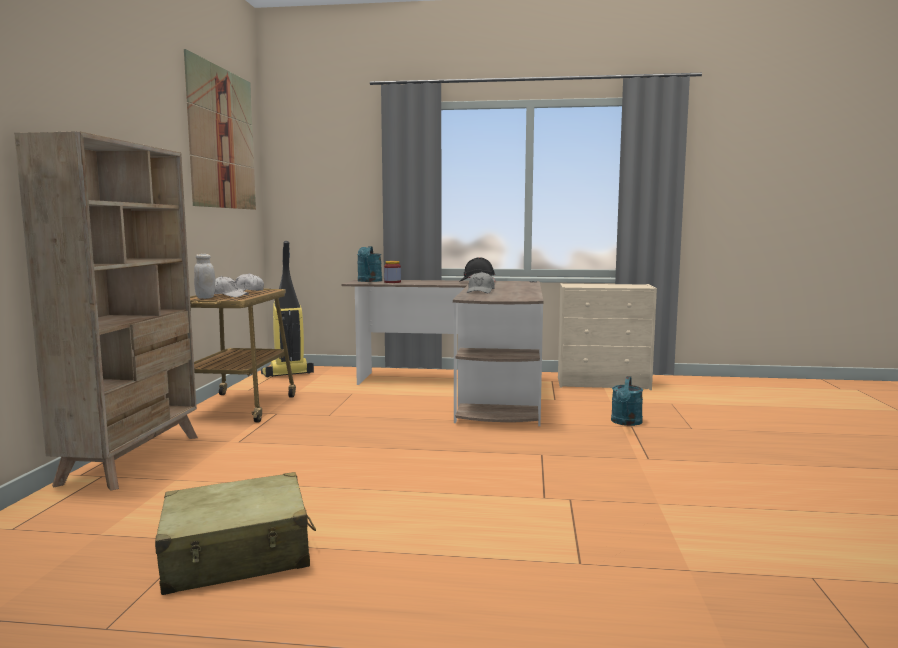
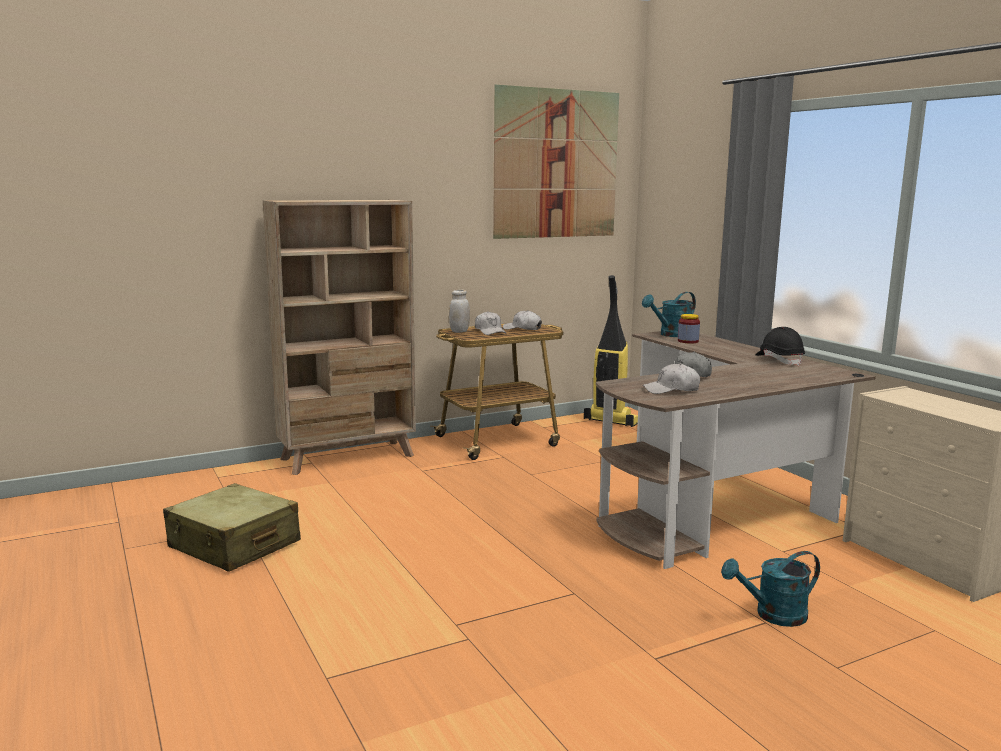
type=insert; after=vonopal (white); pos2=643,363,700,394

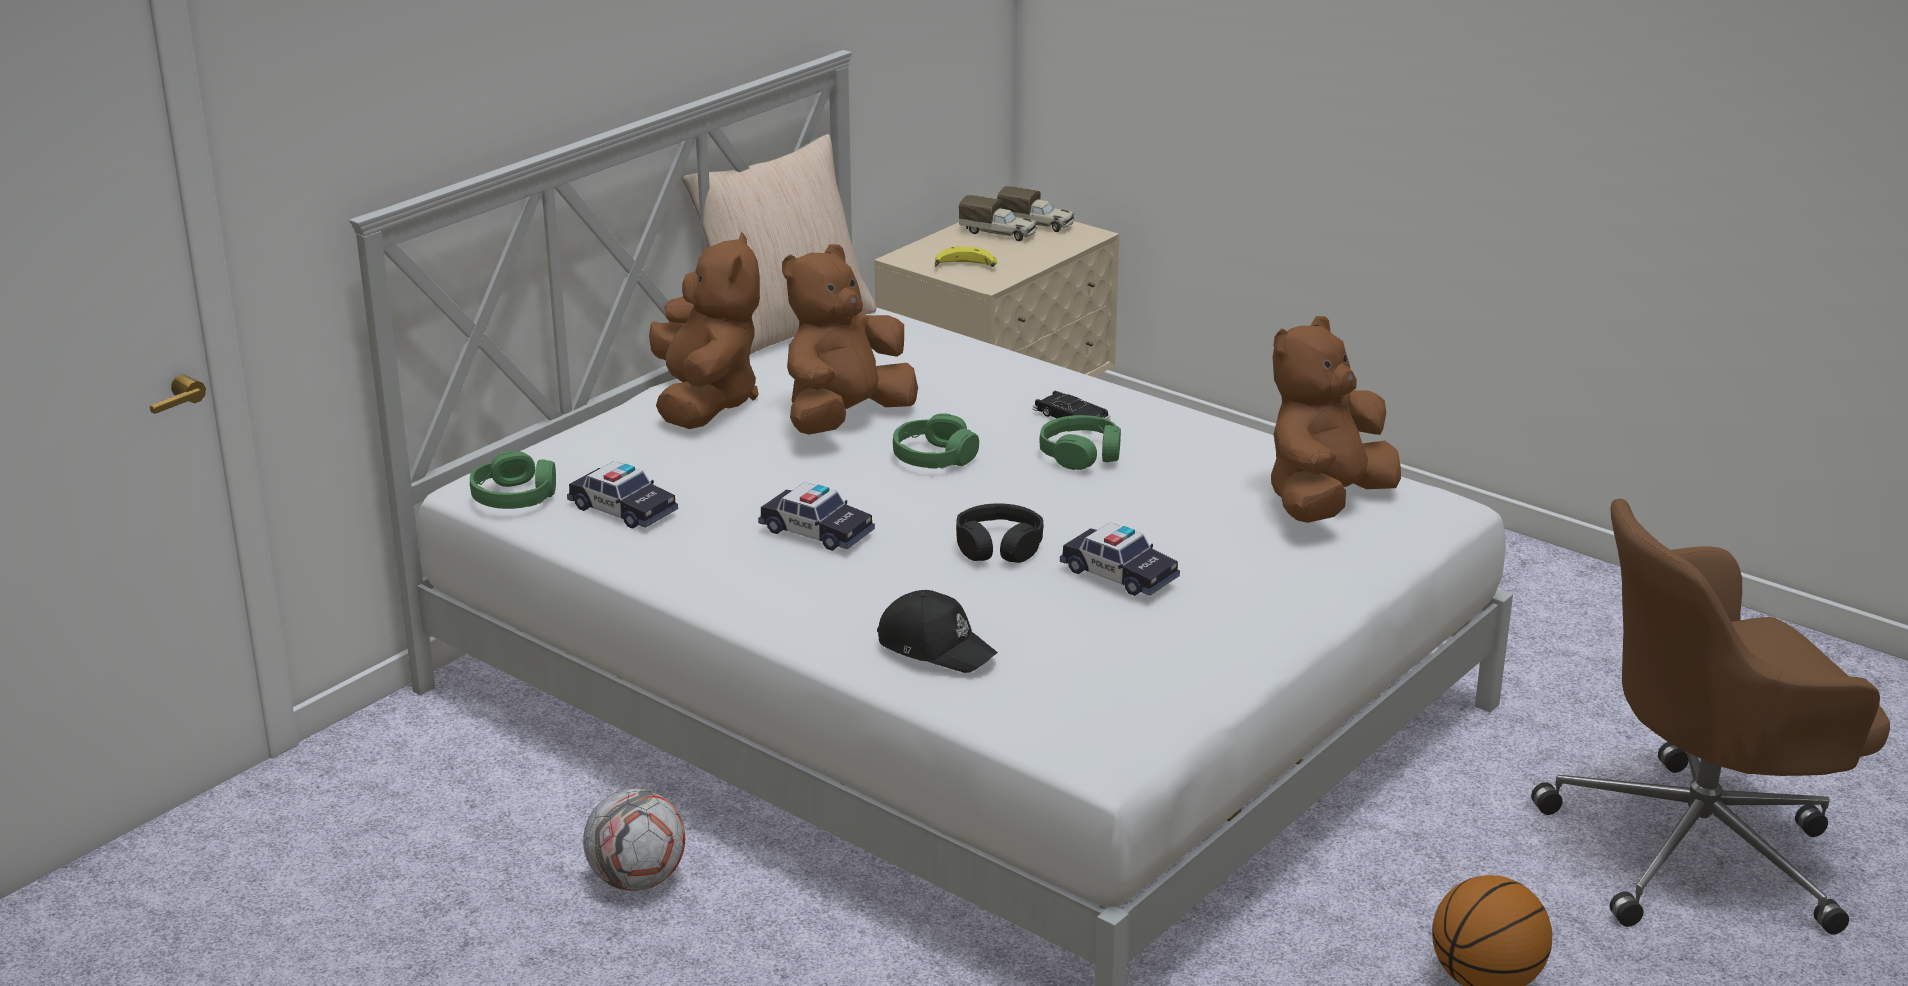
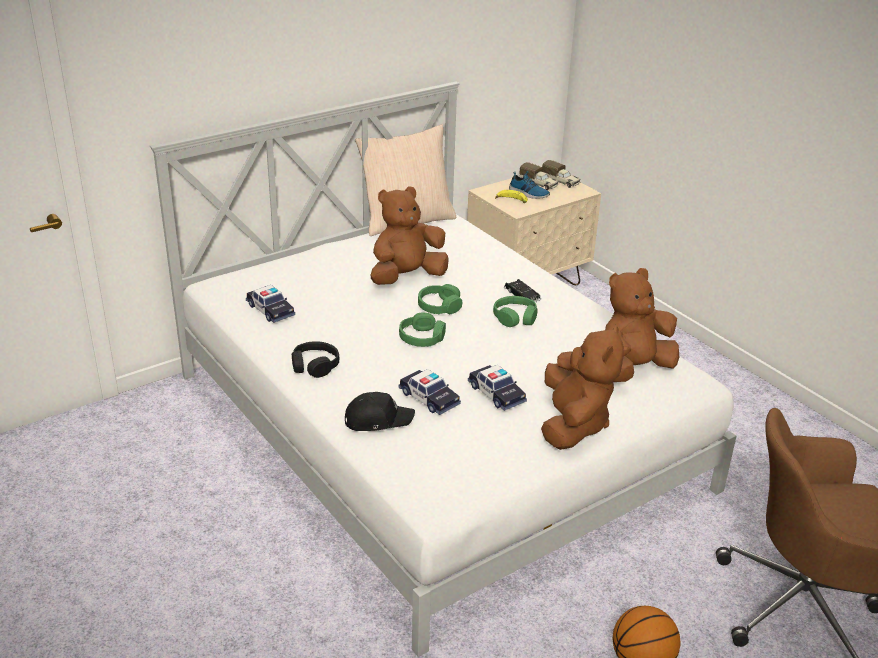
type=move; before=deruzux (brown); pos1=649,231,760,429; pos2=541,325,624,450
type=move; before=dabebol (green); pos1=470,451,556,509; pos2=399,312,446,347
type=move; before=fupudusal; pos1=758,482,875,551; pos2=398,369,461,415
type=move; before=dabebol (black); pos1=956,503,1044,563; pos2=292,341,339,378
type=rotate; before=vonopal (black); pos1=877,590,998,673; pos2=345,392,415,431; turn=-60
type=delete; before=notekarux; pos1=583,789,685,891
type=insert; after=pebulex; pos2=509,171,550,199

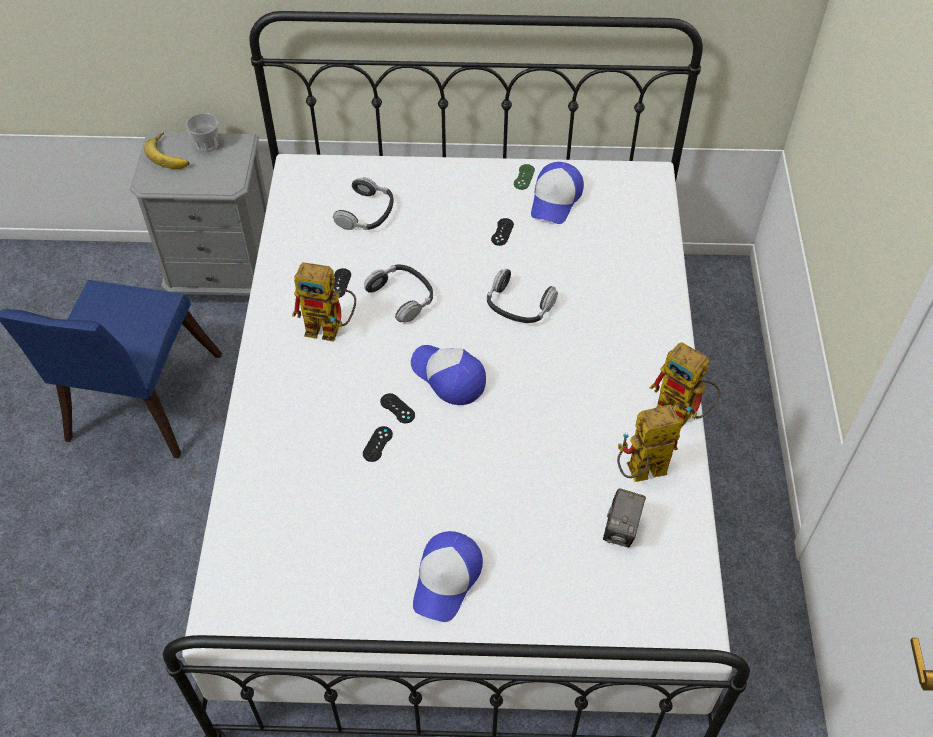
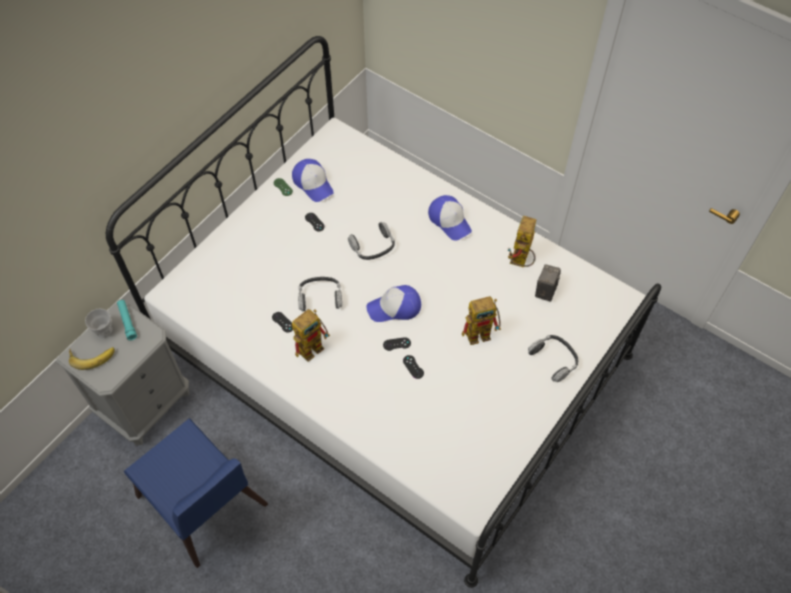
type=move; before=dabebol; pos1=333,177,394,230; pos2=528,335,578,382
type=move; before=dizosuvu; pos1=650,342,721,428; pos2=462,296,501,345
type=rotate; before=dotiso; pos1=603,488,646,547; pos2=535,264,561,302; turn=-120
type=move; before=vonopal; pos1=413,531,483,622; pos2=428,195,472,240
type=insert; after=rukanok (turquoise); pos2=117,300,137,340

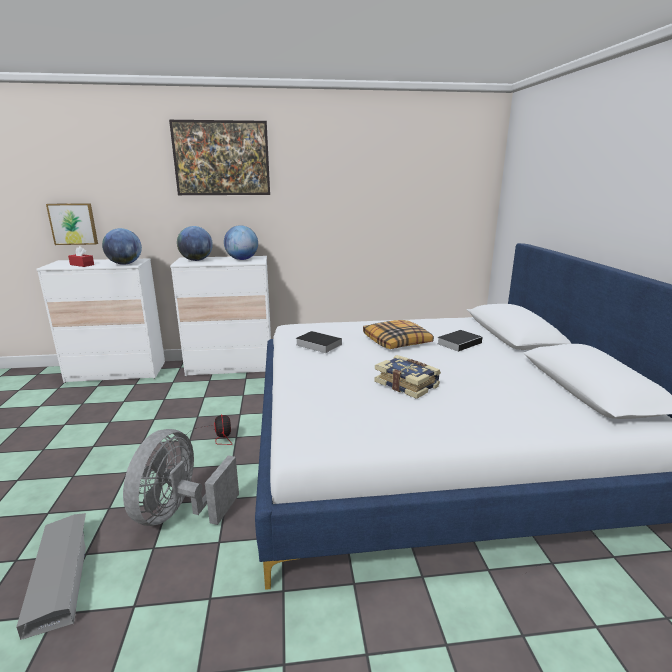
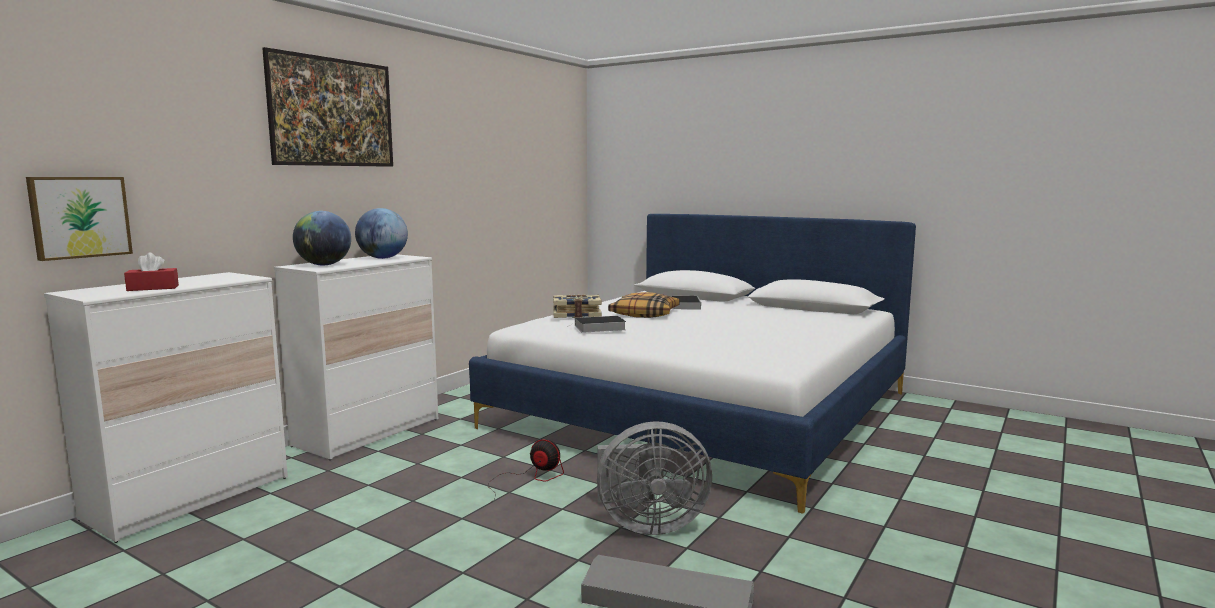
type=delete; before=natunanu; pos1=102,228,142,265
type=move; before=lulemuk; pos1=374,355,441,399; pos2=553,294,602,318
type=rotate; before=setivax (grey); pos1=123,429,239,526; pos2=597,421,712,535; turn=-60

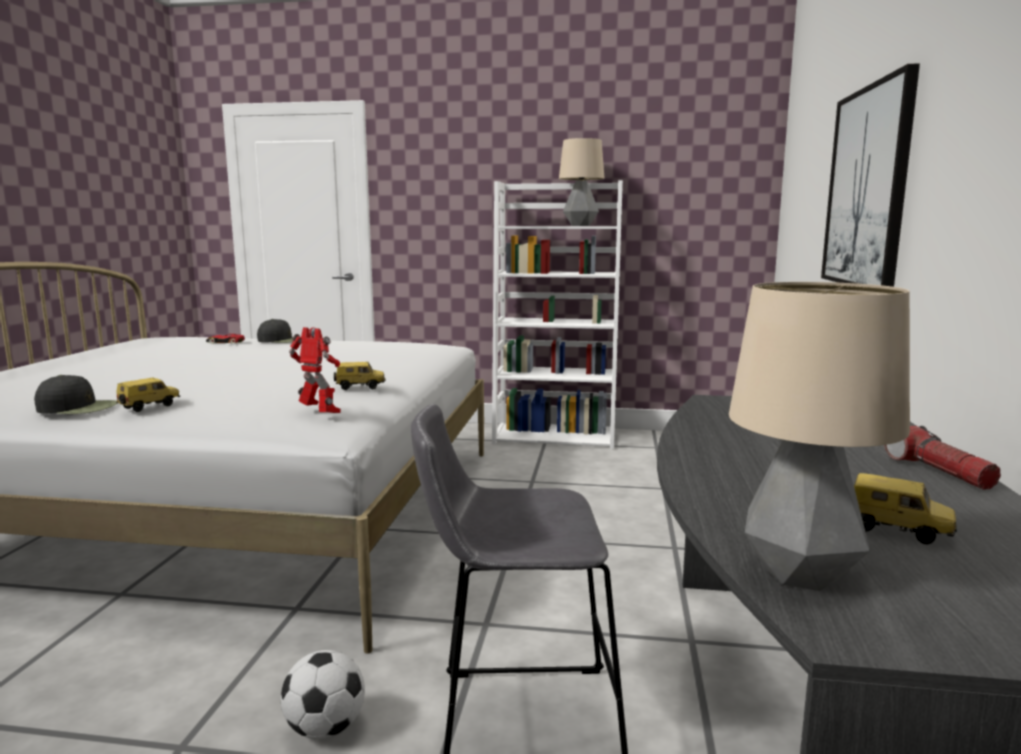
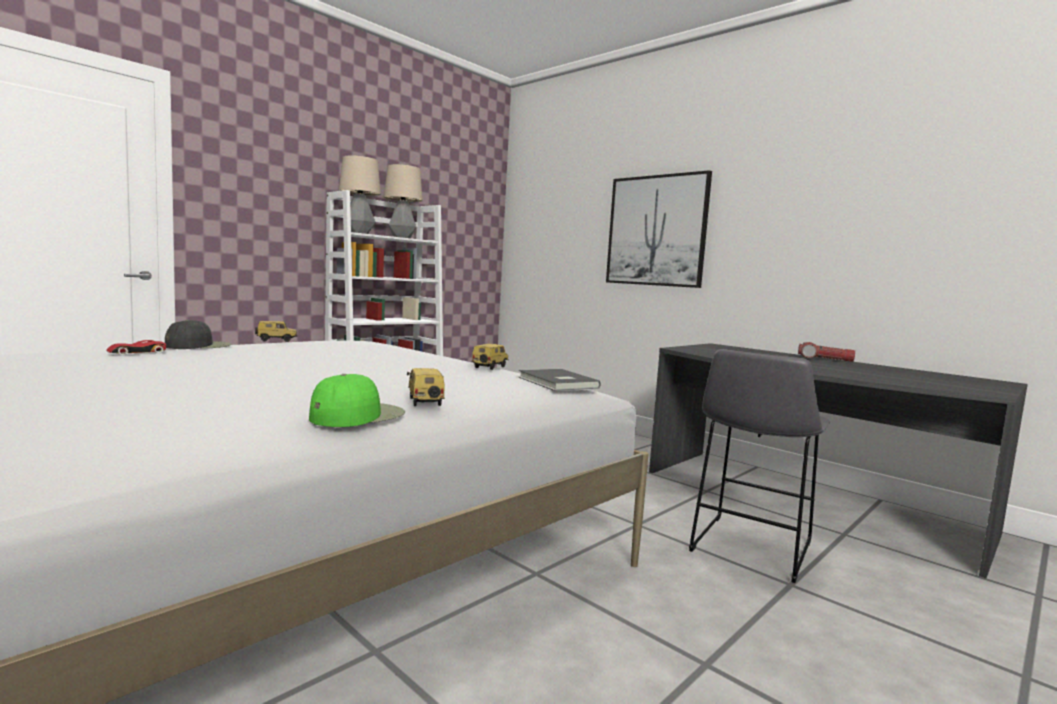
type=move; before=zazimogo; pos1=729,282,910,591; pos2=339,156,381,234
type=replace; before=dizosuvu; after=lulemuk (grey); pos1=289,327,341,413; pos2=518,369,601,391
type=recolor; before=vonopal (black); after=vonopal (green); pos1=34,375,118,414; pos2=309,374,405,427
type=move; before=fupudusal; pos1=854,473,957,544; pos2=255,321,298,342
type=delete; before=notekarux; pos1=281,650,365,739

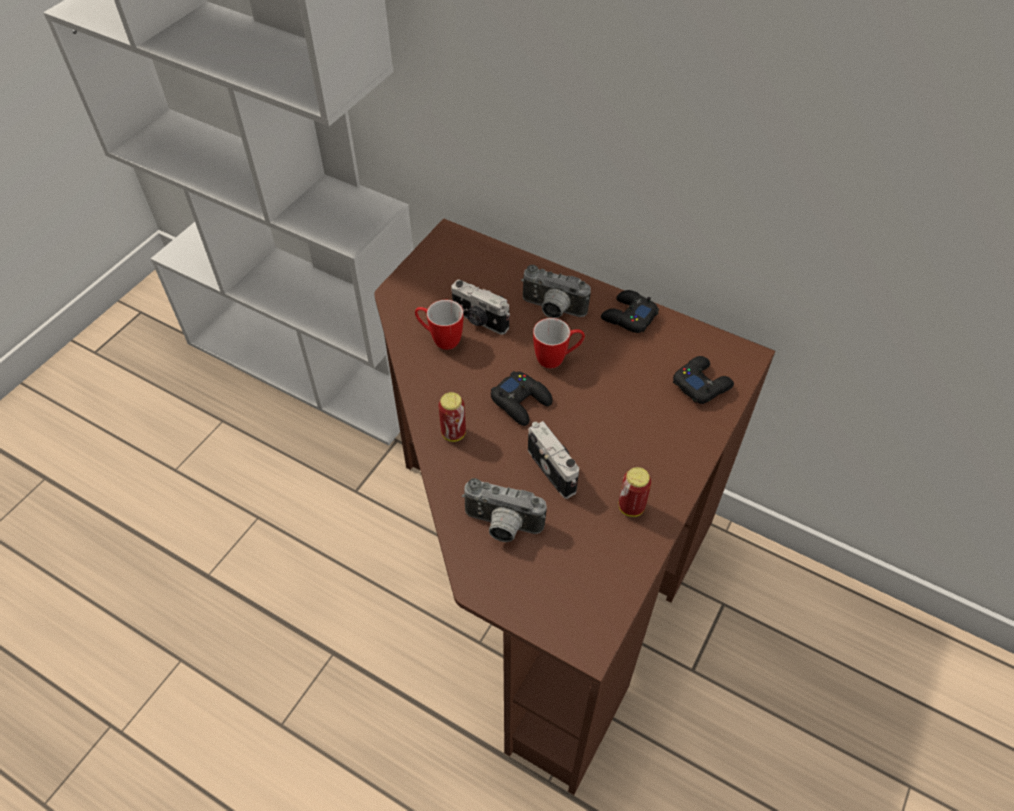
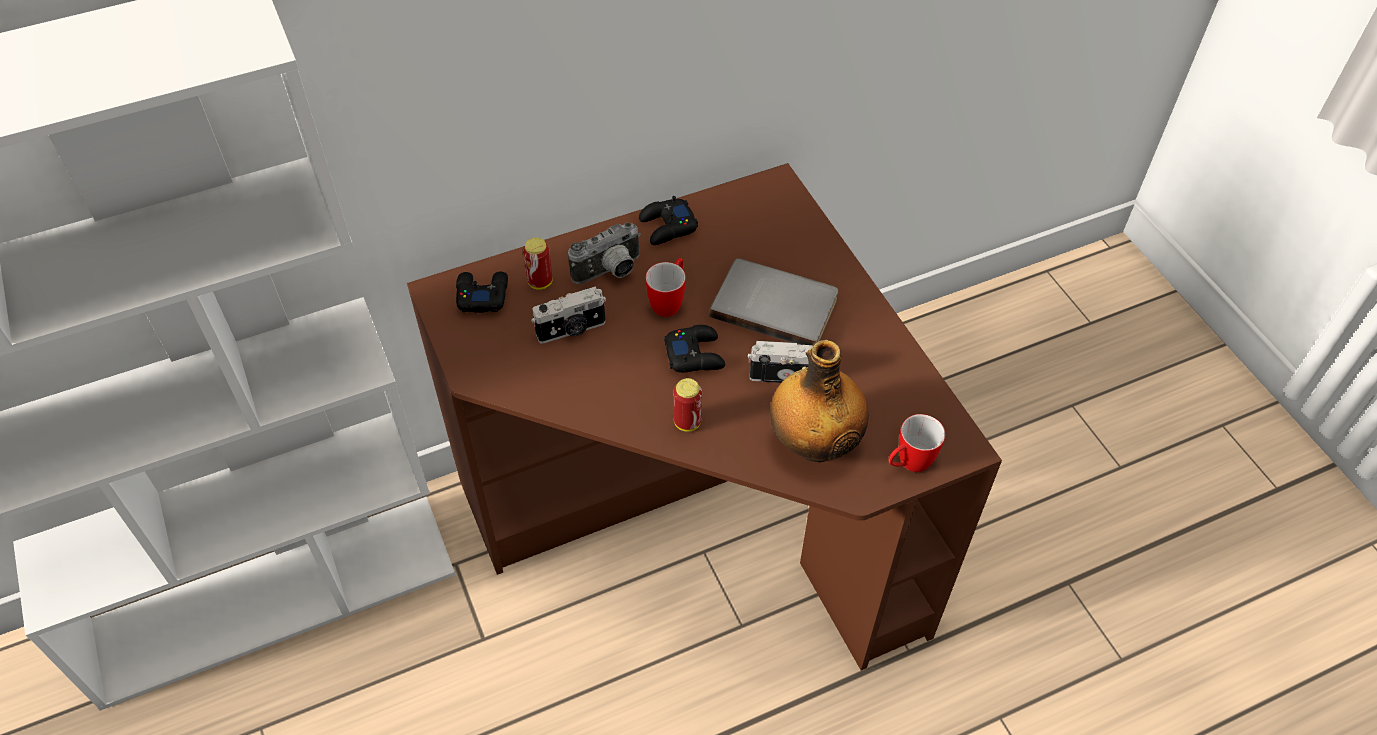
type=move; before=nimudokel; pos1=415,300,463,350; pos2=889,414,946,472
type=move; before=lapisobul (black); pos1=673,356,734,404; pos2=456,271,508,313
type=move; before=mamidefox; pos1=619,467,651,517; pos2=523,237,553,290
type=replace; before=dotiso; after=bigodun; pos1=462,478,547,542; pos2=770,340,869,462
type=insert; after=lulemuk (grey); pos2=709,259,838,345

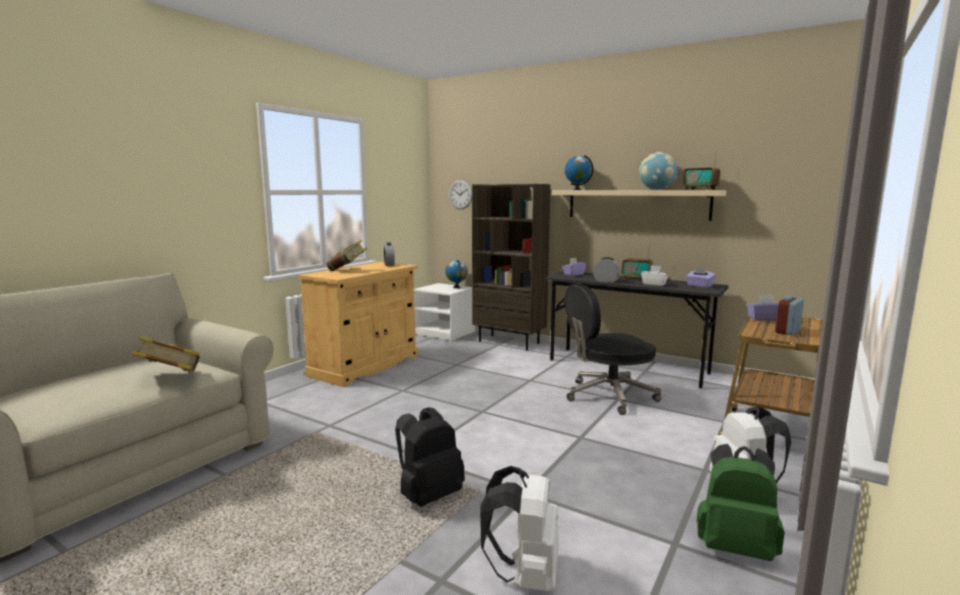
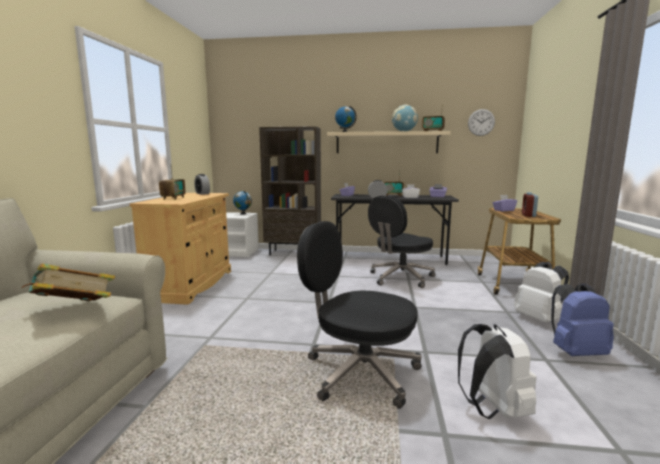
type=move; before=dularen; pos1=449,180,472,209; pos2=468,109,495,136
type=replace; before=lulemuk; after=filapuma; pos1=326,240,367,271; pos2=159,167,186,200
type=replace; before=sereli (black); after=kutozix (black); pos1=395,407,465,507; pos2=297,221,421,409
type=recolor; before=sereli (green); after=sereli (blue); pos1=697,444,785,561; pos2=551,283,614,356

